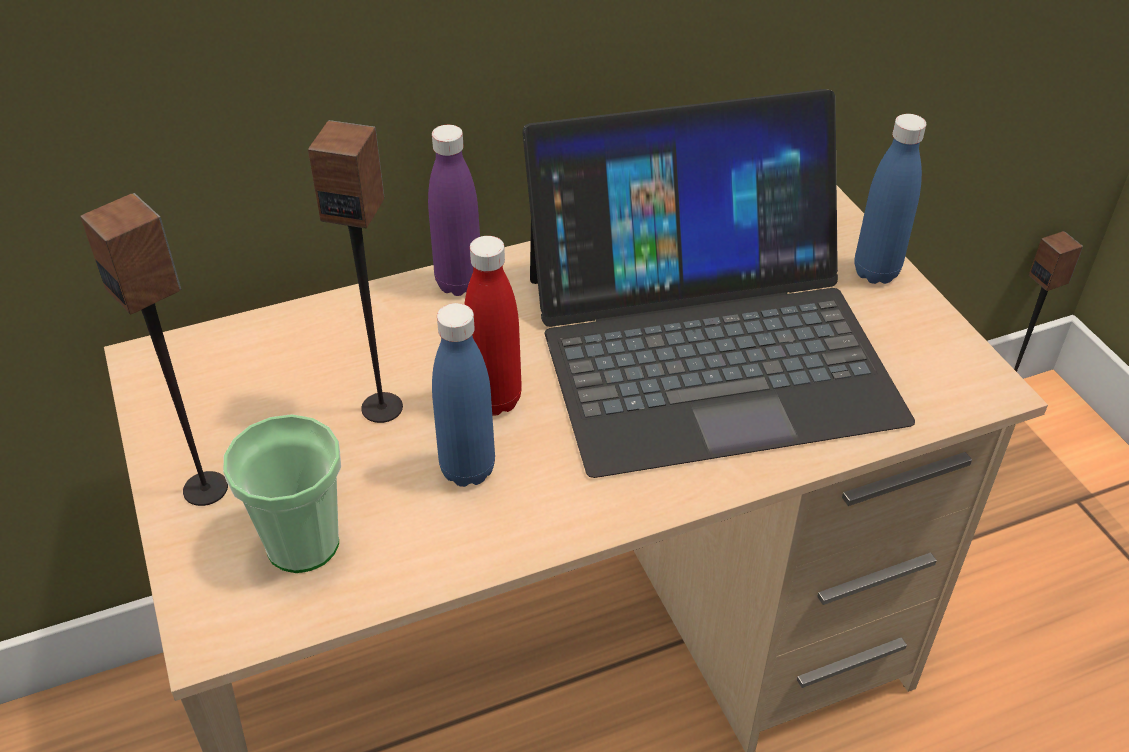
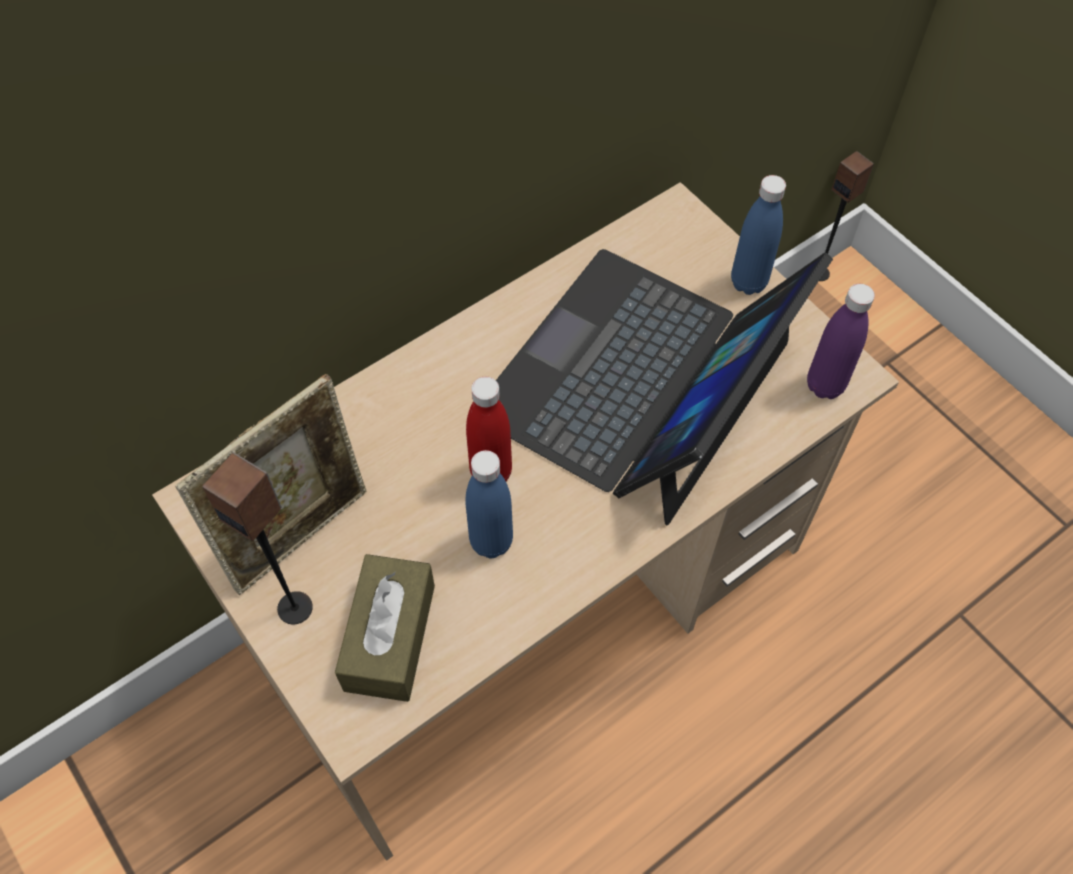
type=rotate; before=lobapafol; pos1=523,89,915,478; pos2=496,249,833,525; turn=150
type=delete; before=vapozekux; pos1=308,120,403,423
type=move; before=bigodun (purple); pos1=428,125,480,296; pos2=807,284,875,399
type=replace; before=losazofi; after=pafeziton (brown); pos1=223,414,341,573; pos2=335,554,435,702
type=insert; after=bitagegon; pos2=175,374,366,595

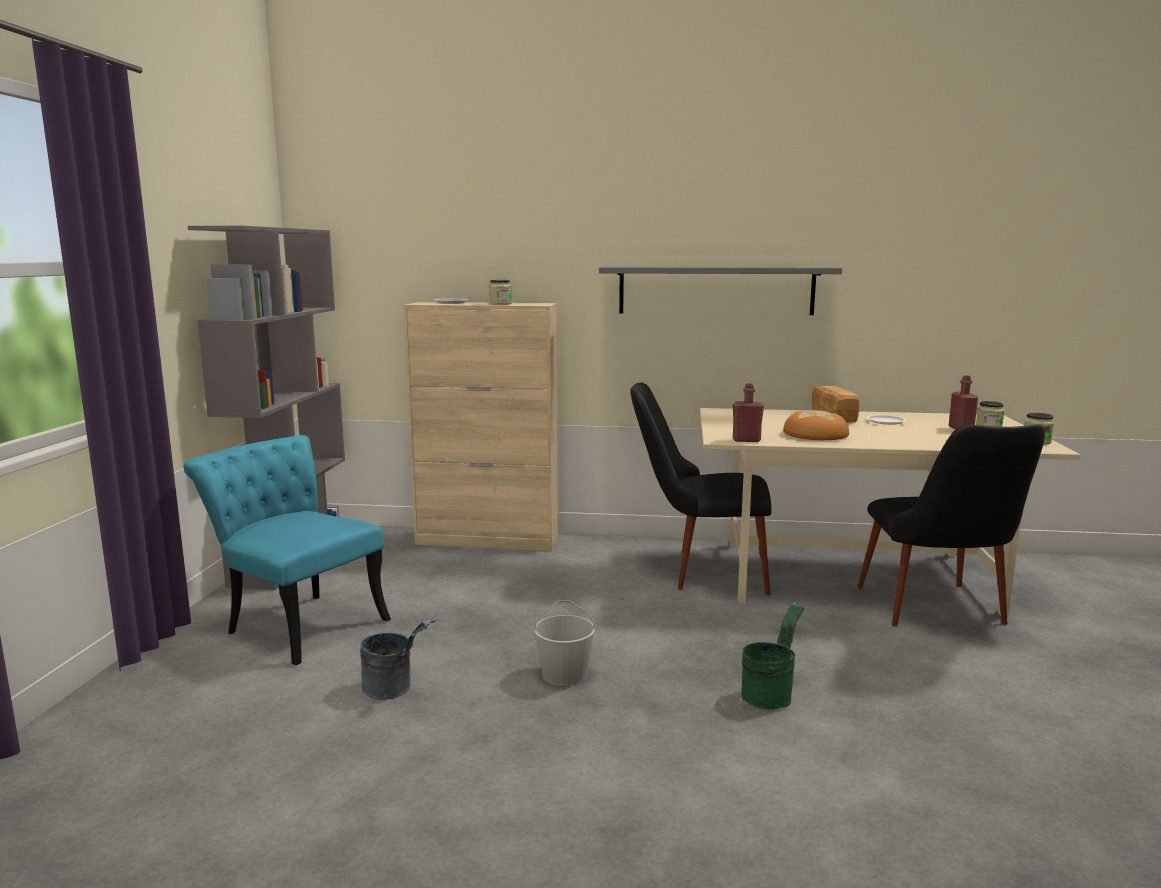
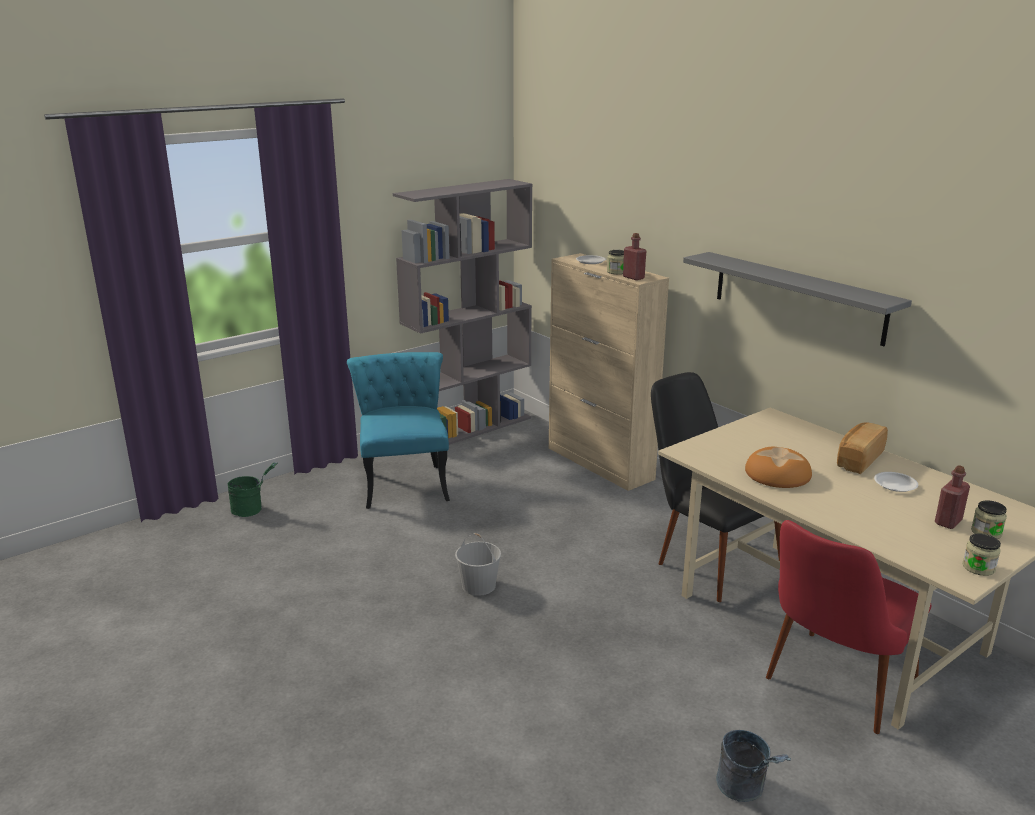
type=move; before=bigodun (red); pos1=733,383,764,442; pos2=623,233,647,280
type=recolor; before=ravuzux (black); after=ravuzux (red); pos1=857,424,1045,627; pos2=766,520,931,734
type=move; before=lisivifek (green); pos1=741,602,805,710; pos2=228,462,277,517
type=move; before=lisivifek (grey); pos1=360,618,436,700; pos2=716,730,791,802

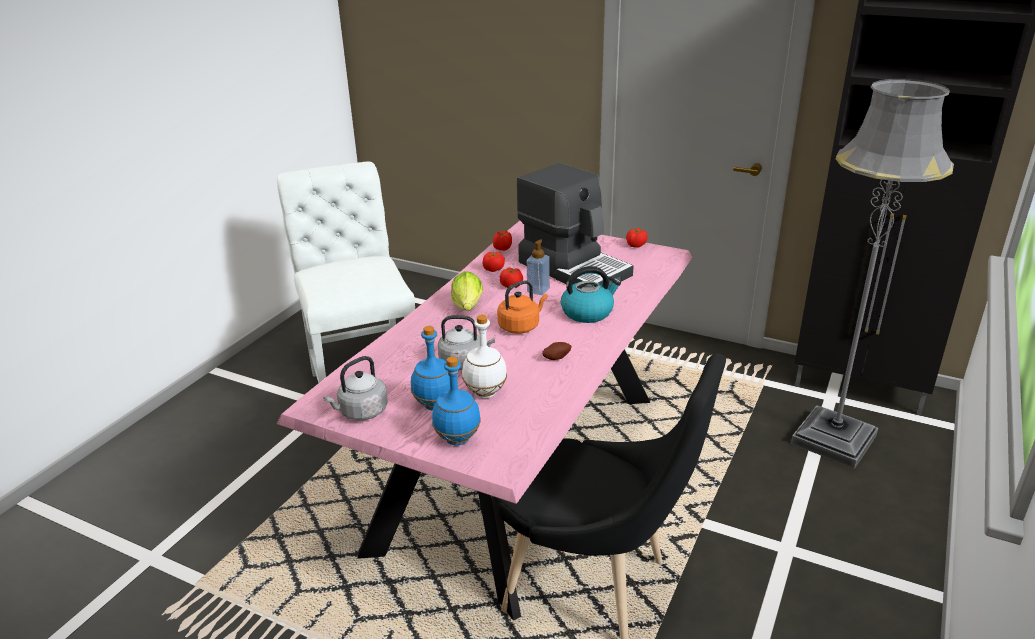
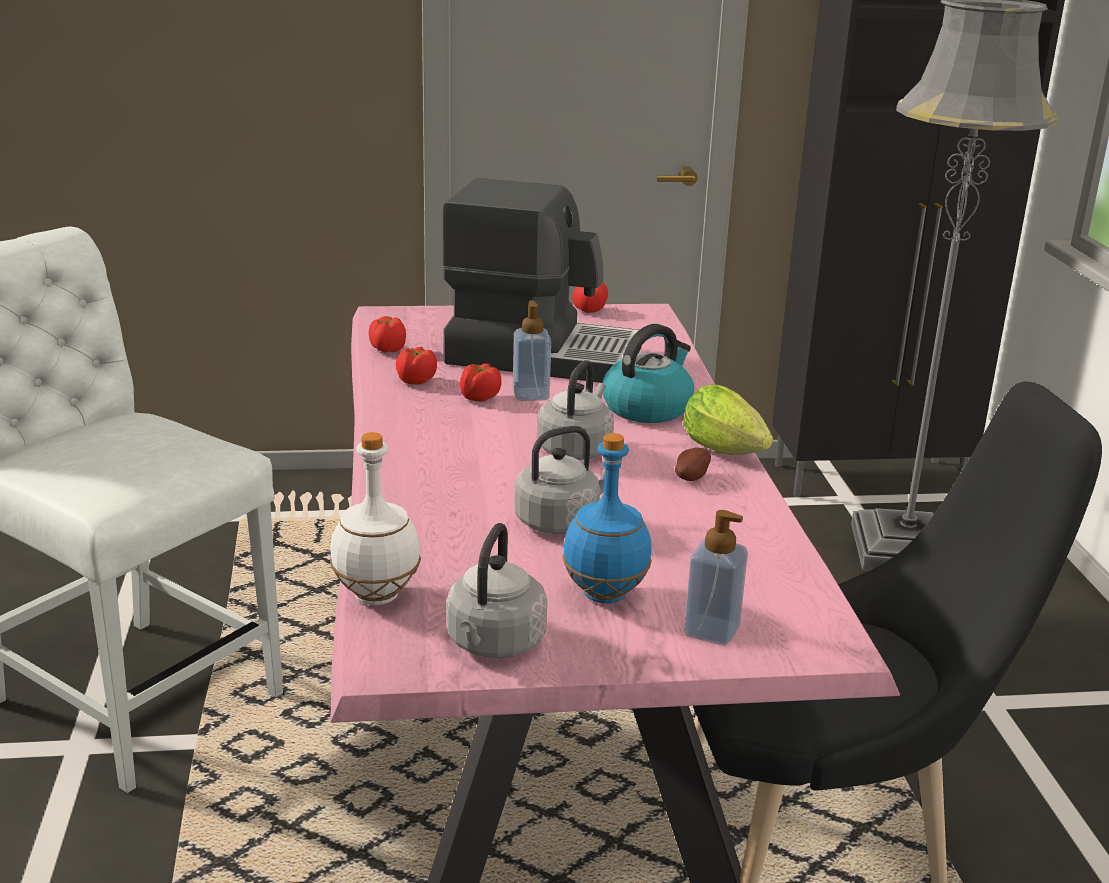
type=move; before=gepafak; pos1=451,271,483,311; pos2=683,385,773,455
type=recolor; before=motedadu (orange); after=motedadu (grey); pos1=497,280,548,334; pos2=537,360,614,460
type=move; before=bigodun (white); pos1=462,315,507,398; pos2=330,432,421,605
type=replace; before=bigodun (blue); after=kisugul; pos1=432,357,481,446; pos2=684,510,748,646

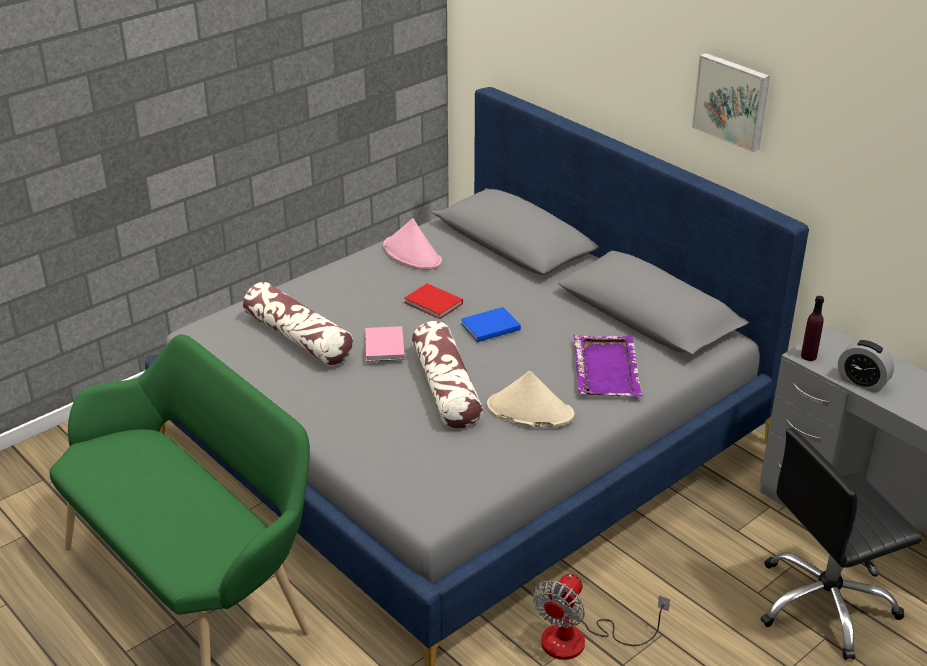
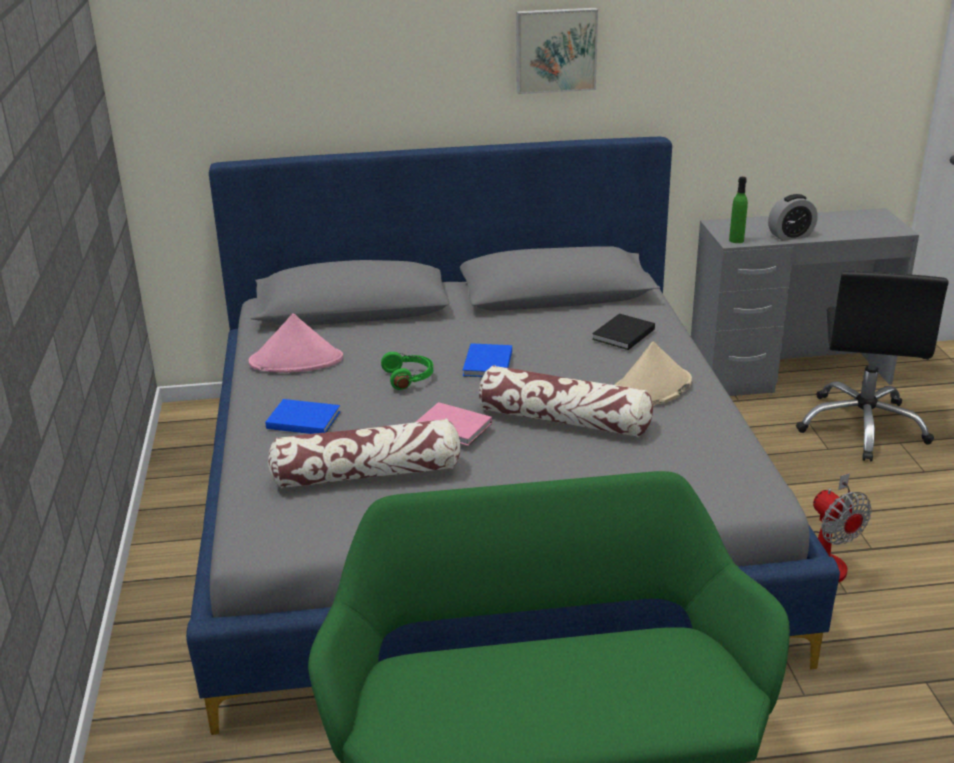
type=replace; before=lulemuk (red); after=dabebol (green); pos1=404,283,463,319; pos2=381,352,433,390
type=recolor; before=bigodun (purple); after=bigodun (green); pos1=801,296,824,361; pos2=729,177,748,243
type=replace; before=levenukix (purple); after=lulemuk (black); pos1=574,335,643,397; pos2=592,314,655,350
type=insert; after=lulemuk (blue); pos2=265,399,340,434

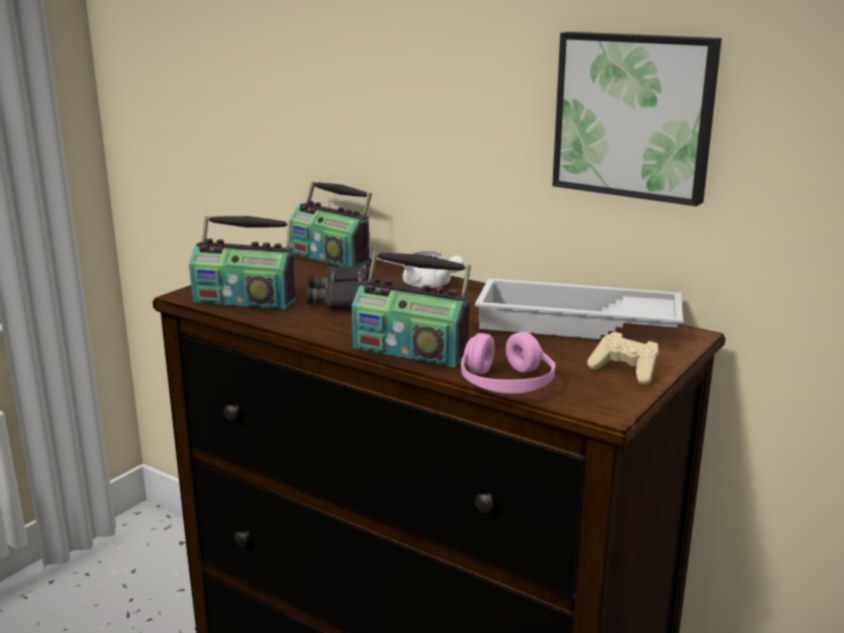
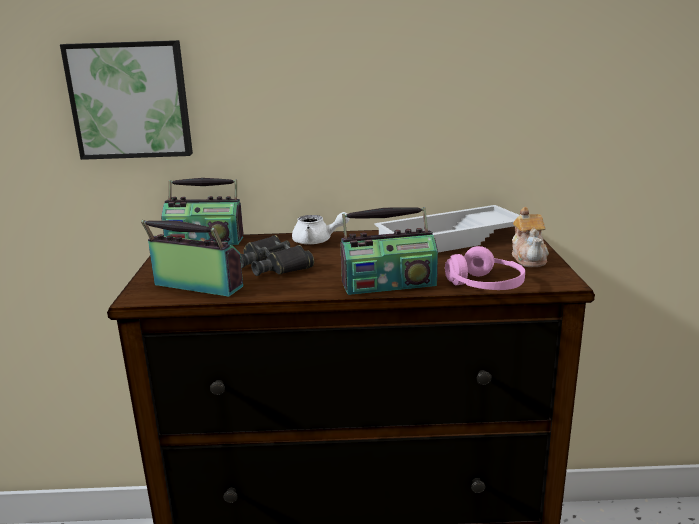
type=move; before=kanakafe; pos1=552,32,722,206; pos2=60,40,193,160
type=rotate; before=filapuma; pos1=189,216,296,310; pos2=141,220,243,297; turn=-135
type=replace; before=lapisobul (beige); after=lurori; pos1=587,332,659,385; pos2=512,207,549,267

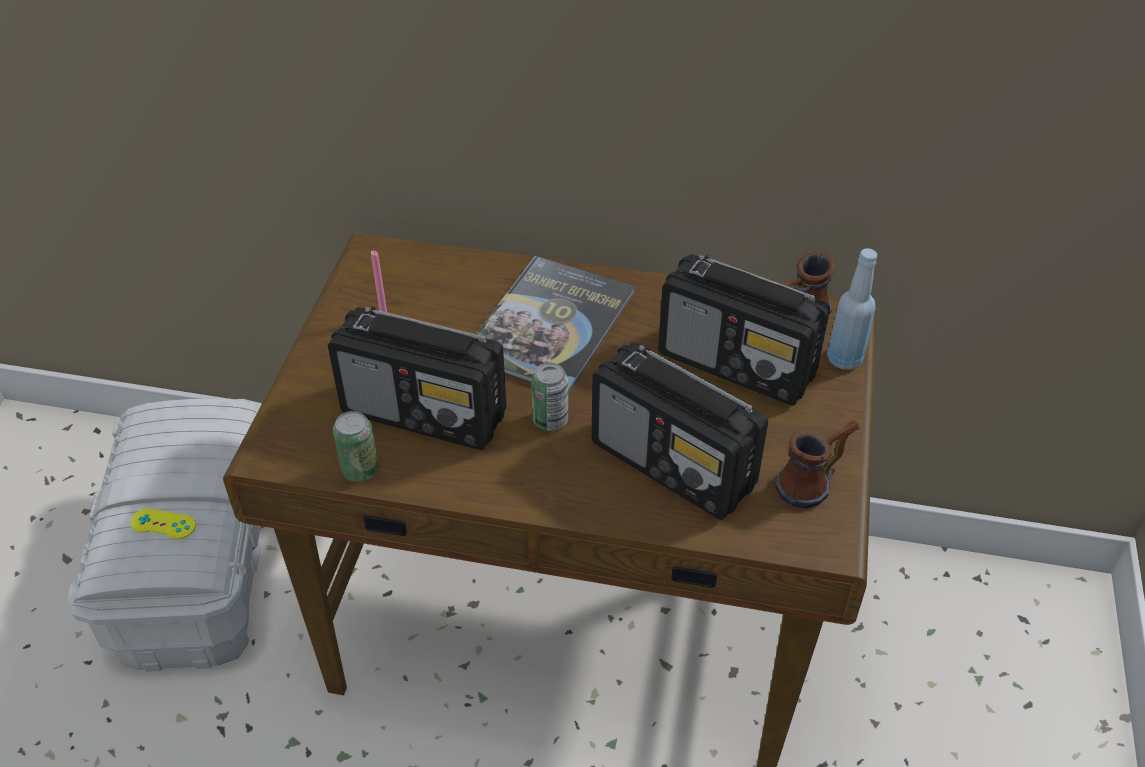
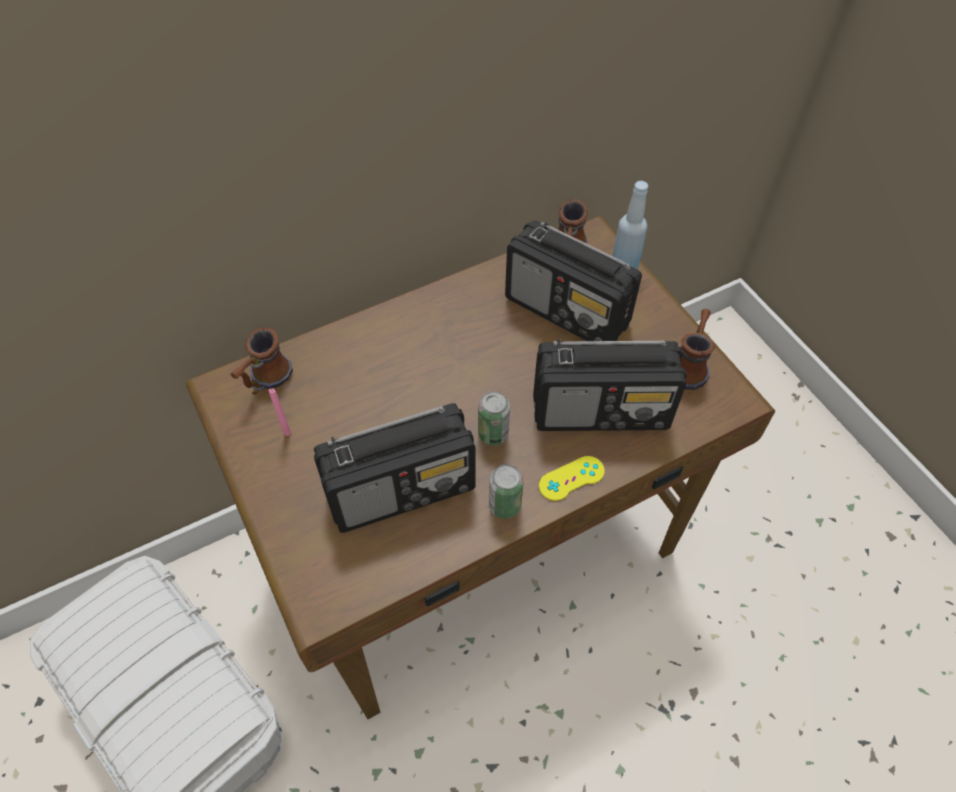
type=rotate; before=filapuma; pos1=658,254,830,406; pos2=505,220,642,341; turn=45
type=delete; before=lulemuk; pos1=476,256,636,395
type=move; before=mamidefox; pos1=333,411,378,481; pos2=489,464,524,519
type=move; before=lapisobul (yellow); pos1=131,508,196,539; pos2=539,456,605,501
type=insert; after=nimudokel; pos2=231,327,293,395

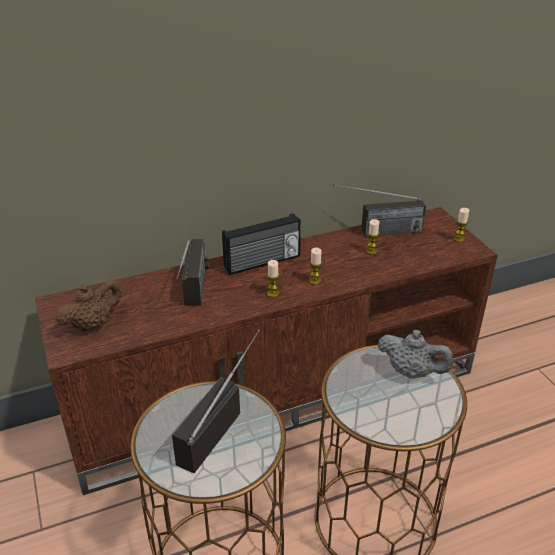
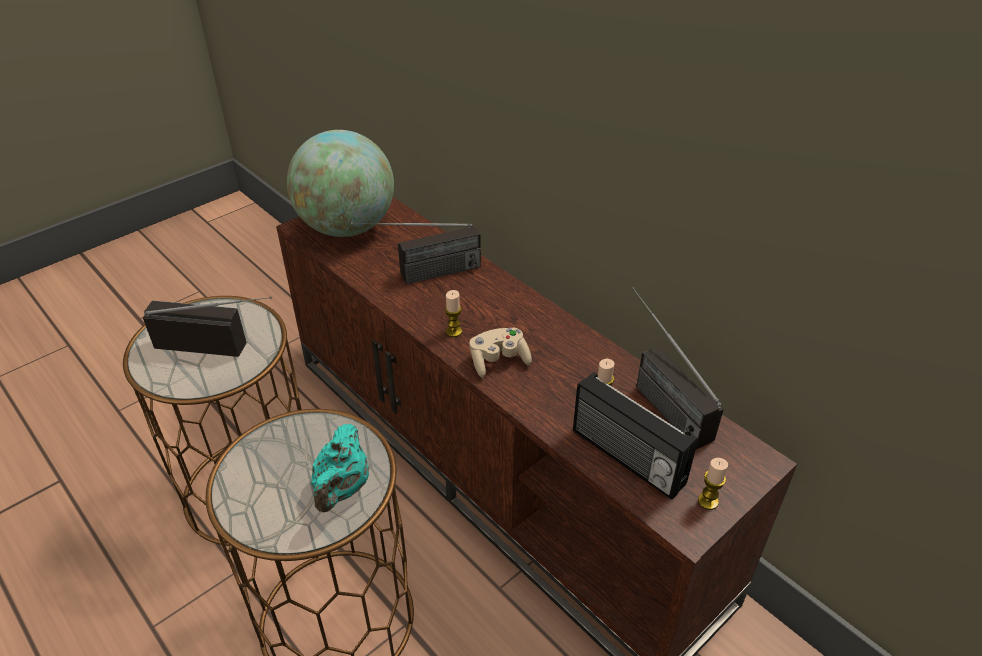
type=move; before=filapuma; pos1=222,213,301,275; pos2=573,372,698,500
type=replace; before=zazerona; after=lapisobul (beige); pos1=309,248,322,285; pos2=469,328,532,378
type=replace; before=lurori (brown); after=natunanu; pos1=56,280,122,332; pos2=287,130,394,237
type=recolor; before=lurori (grey); after=lurori (turquoise); pos1=378,330,453,379; pos2=311,424,369,512

